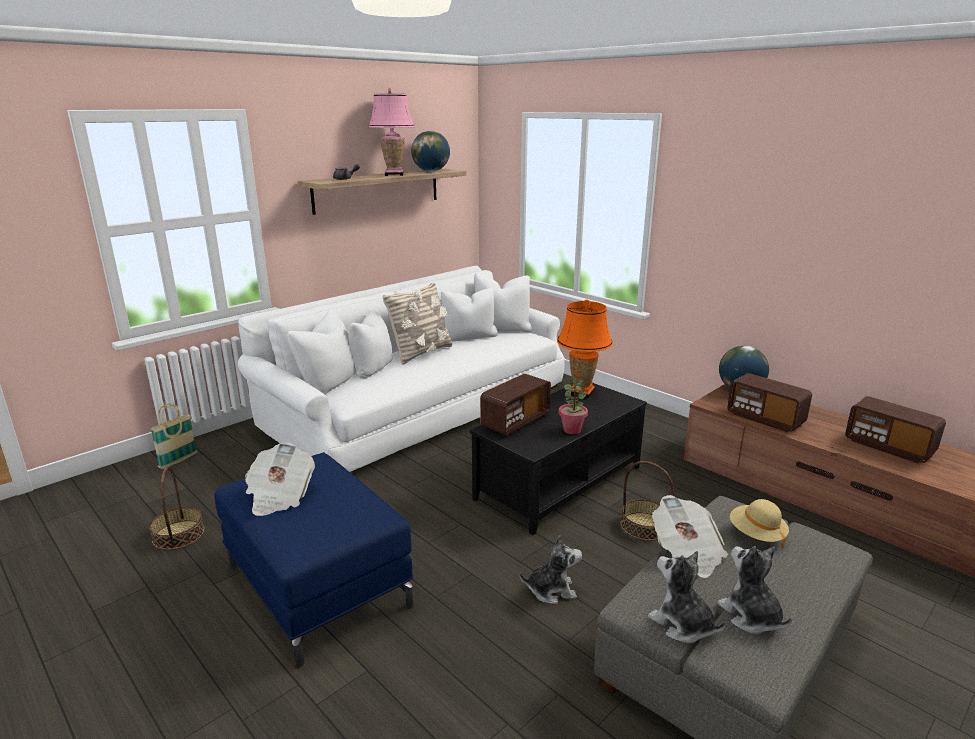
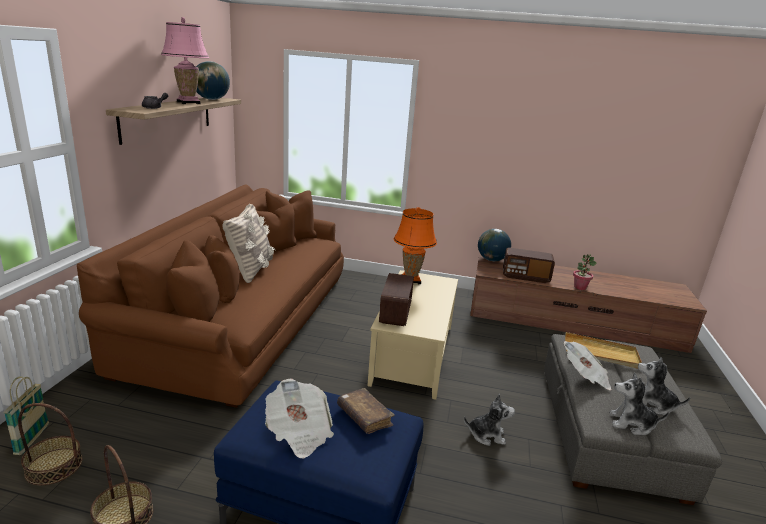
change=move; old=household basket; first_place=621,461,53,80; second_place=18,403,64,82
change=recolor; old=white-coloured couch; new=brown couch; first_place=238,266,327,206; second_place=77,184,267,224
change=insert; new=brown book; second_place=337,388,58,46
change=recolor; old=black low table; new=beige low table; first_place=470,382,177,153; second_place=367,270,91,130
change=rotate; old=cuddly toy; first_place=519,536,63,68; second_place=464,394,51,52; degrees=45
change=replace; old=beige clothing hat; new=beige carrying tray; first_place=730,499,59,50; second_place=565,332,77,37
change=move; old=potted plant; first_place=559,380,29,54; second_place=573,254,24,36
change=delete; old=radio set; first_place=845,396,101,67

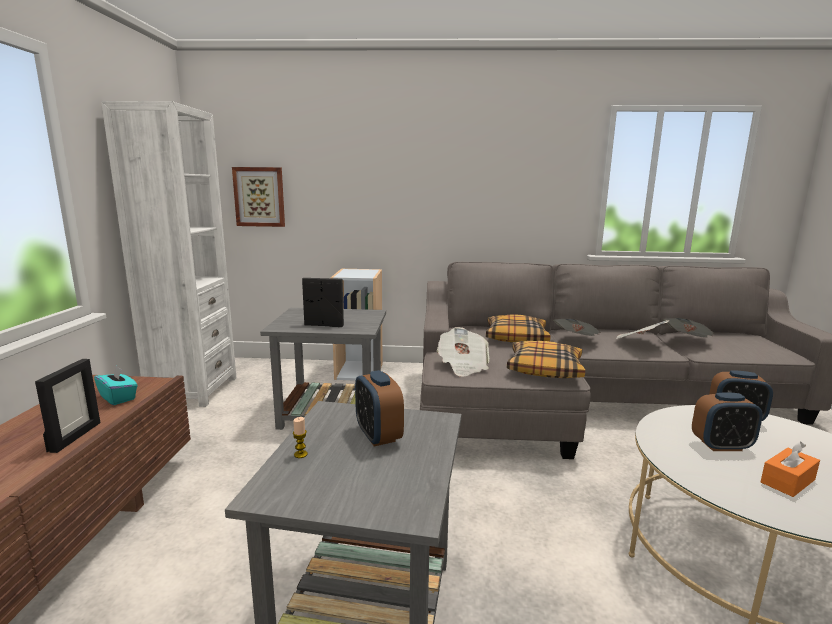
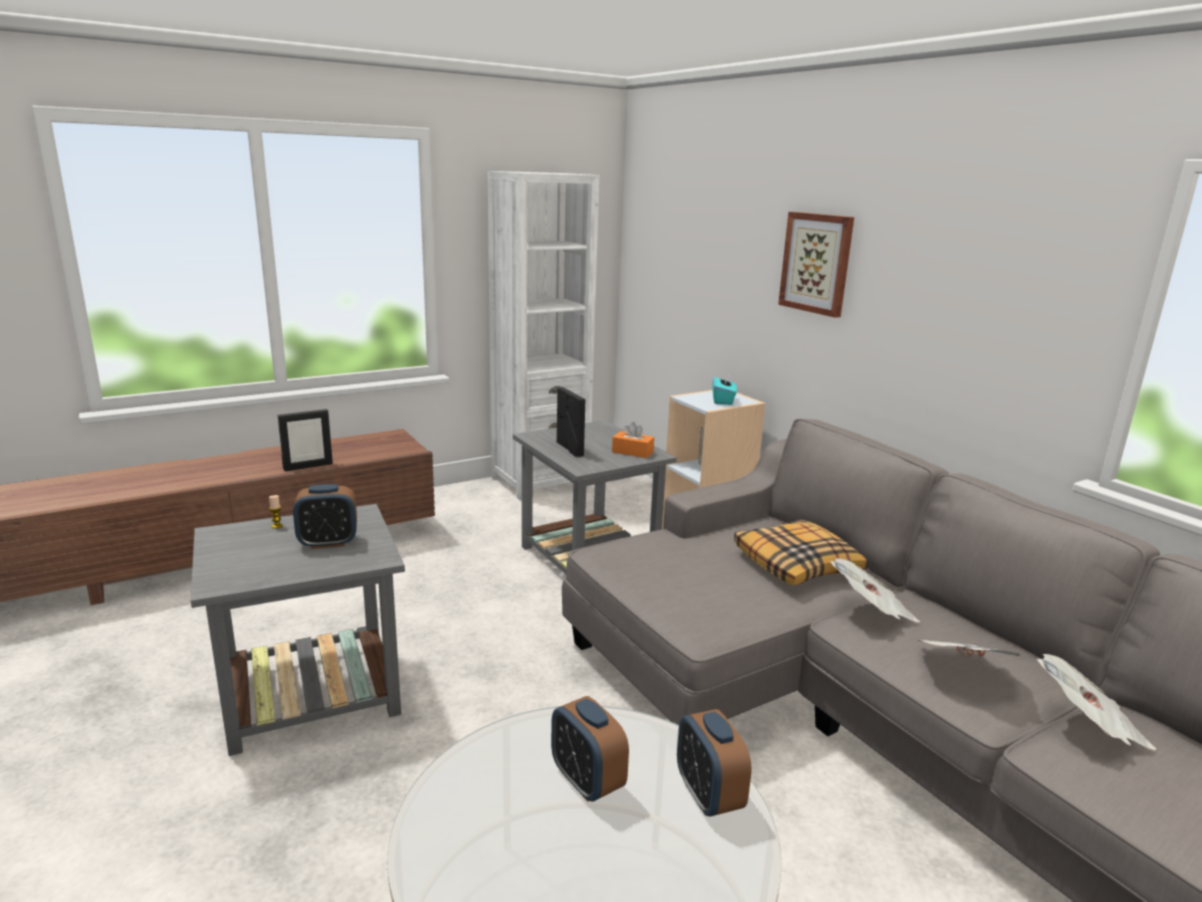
change=rotate; old=table clock; first_place=355,370,49,76; second_place=293,484,64,65; degrees=-135
change=move; old=orangey tissue holder; first_place=761,442,59,55; second_place=612,422,42,36
change=move; old=blue-green tissue holder; first_place=94,365,44,40; second_place=712,372,25,33
change=move; old=wall picture; first_place=232,167,53,60; second_place=778,212,76,106
change=delete; old=daily paper; first_place=437,327,52,50
change=delete; old=throw pillow; first_place=507,341,78,37

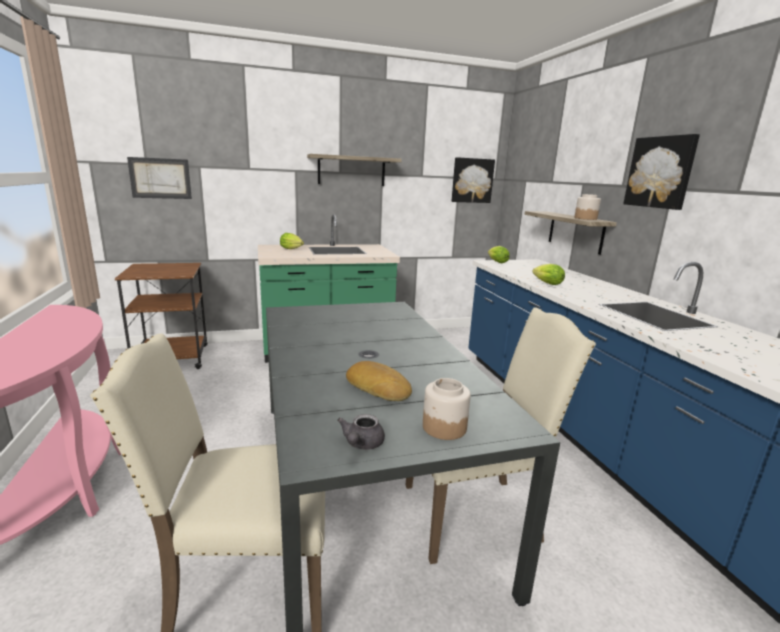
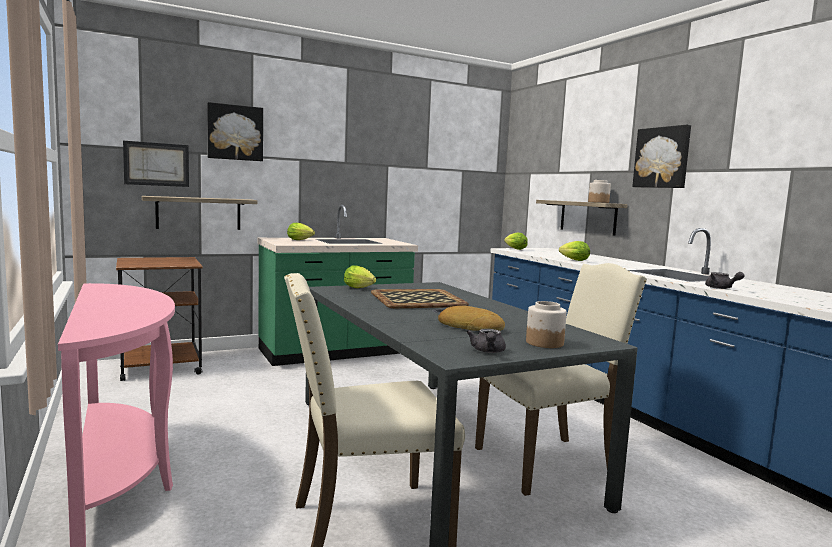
change=move; old=wall shelf; first_place=307,154,95,32; second_place=142,196,115,34
change=move; old=wall picture; first_place=452,157,43,46; second_place=207,102,56,59
change=insert; new=lettuce; second_place=344,265,32,23
change=insert; new=carrying tray; second_place=371,289,98,19
change=insert; new=grey tea pot; second_place=705,272,40,17

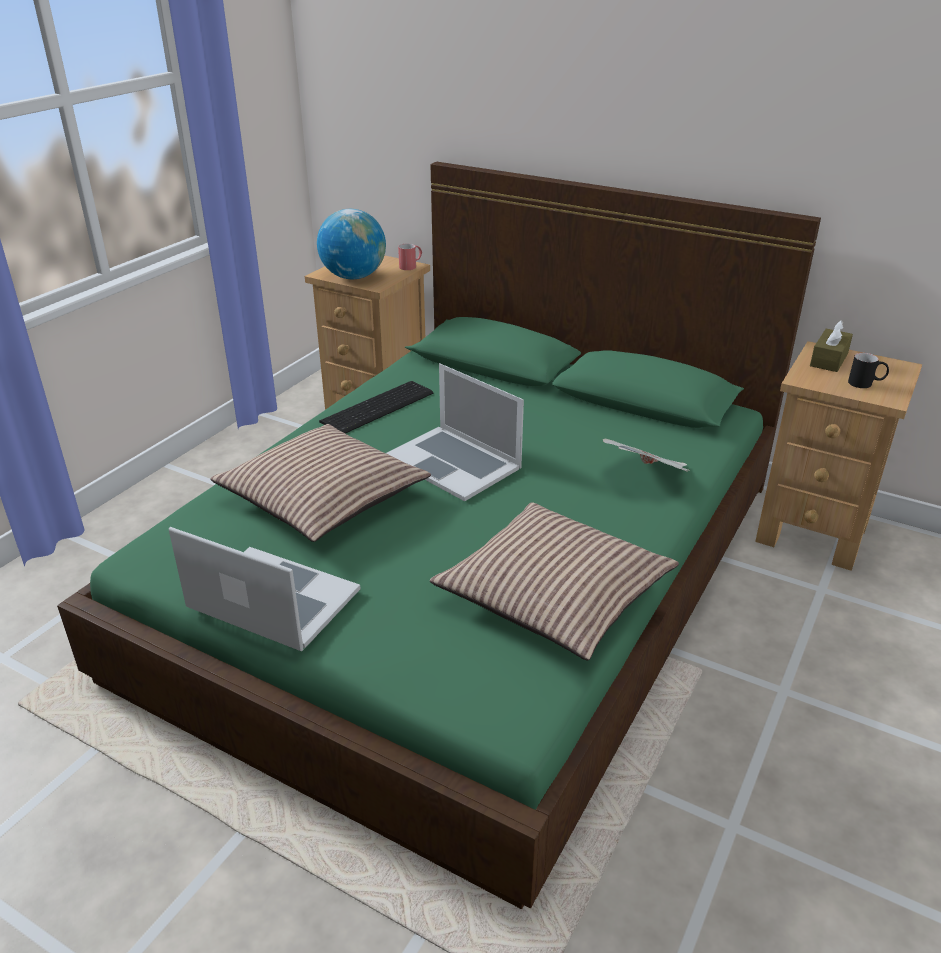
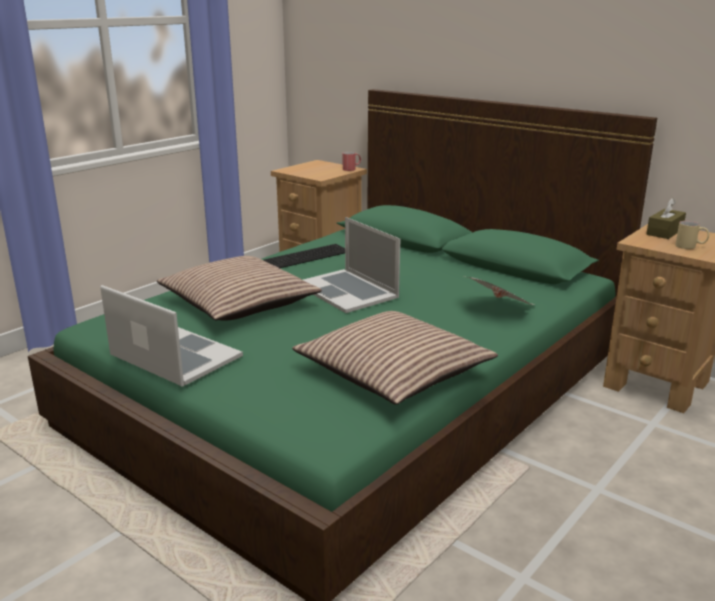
change=recolor; old=black tea mug; new=beige tea mug; first_place=848,353,41,35; second_place=675,221,34,28
change=delete; old=globe; first_place=317,209,69,70

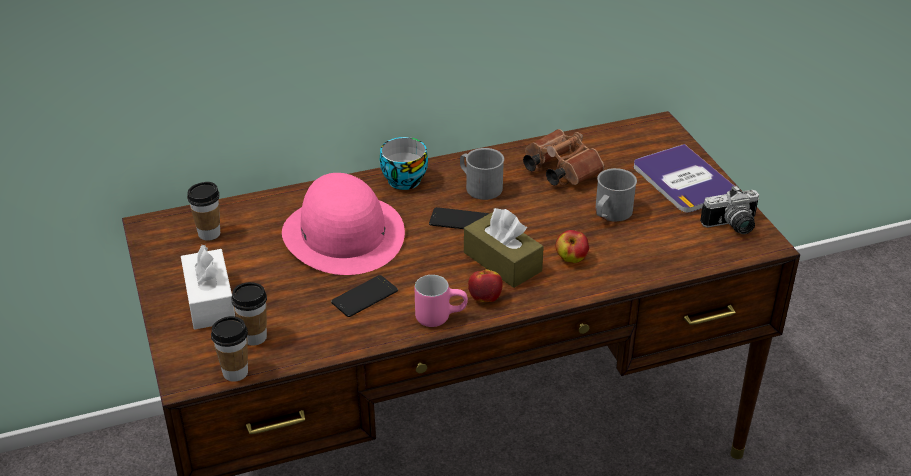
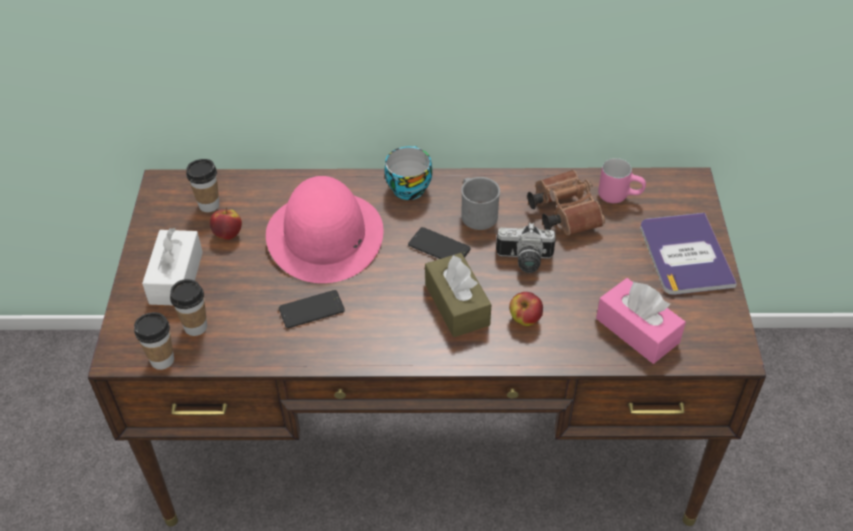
change=move; old=apple; first_place=468,267,34,35; second_place=210,208,32,32
change=move; old=still camera; first_place=700,185,59,49; second_place=496,222,60,51
change=insert; new=pinkish tissue holder; second_place=596,278,90,86
change=move; old=pinkish tea mug; first_place=415,275,53,52; second_place=598,158,48,45
change=delete; old=grey tea mug; first_place=595,168,42,54

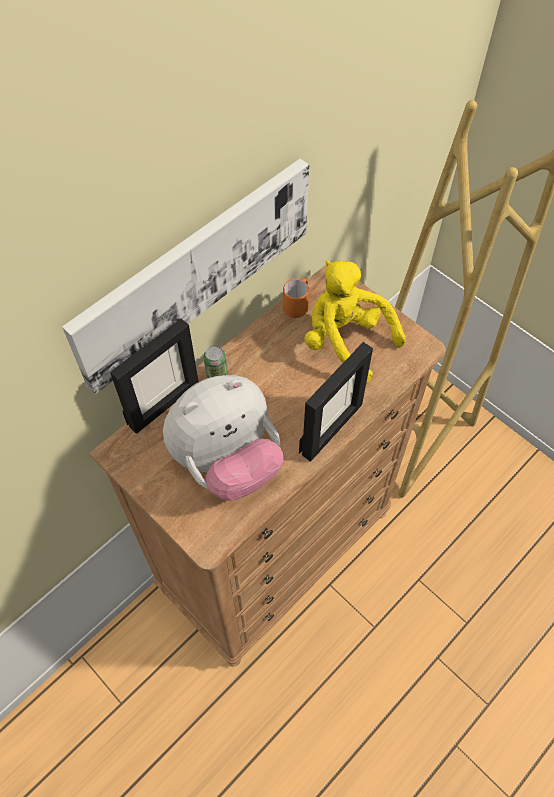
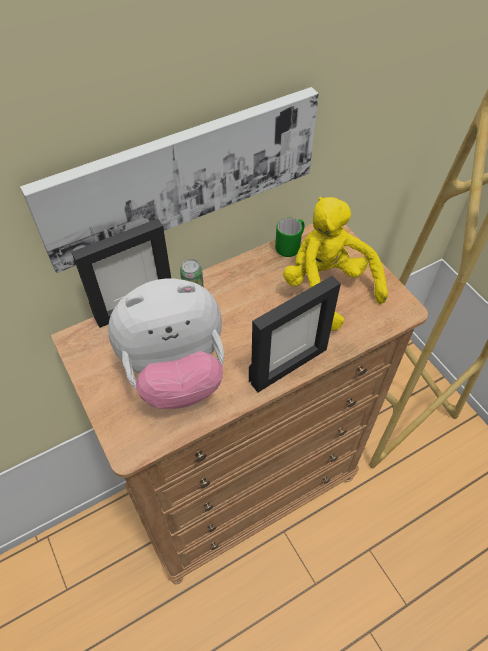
change=recolor; old=orangey tea mug; new=green tea mug; first_place=283,278,26,40; second_place=275,218,30,39

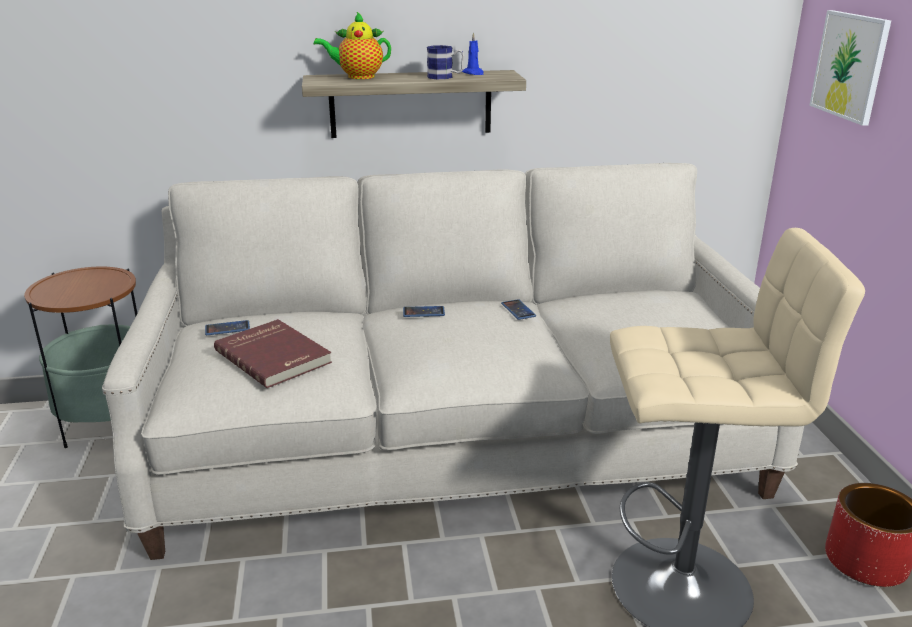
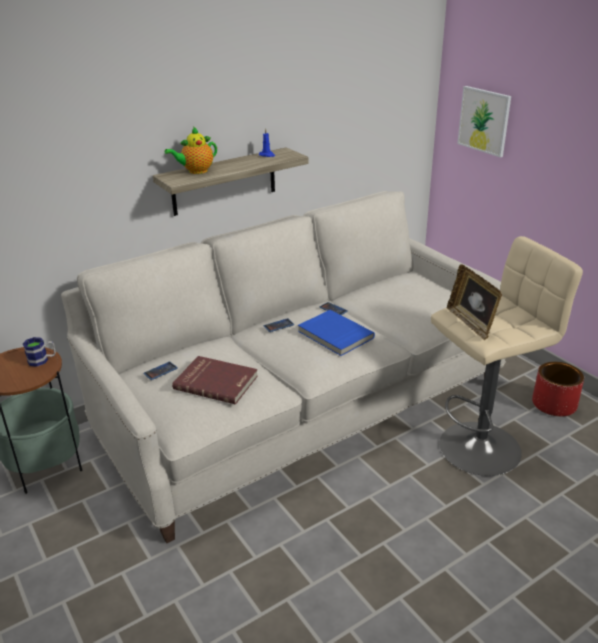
change=move; old=tea mug; first_place=427,45,37,34; second_place=23,337,33,30
change=insert; new=bluish book; second_place=298,310,77,46
change=insert; new=photo frame; second_place=447,264,55,76

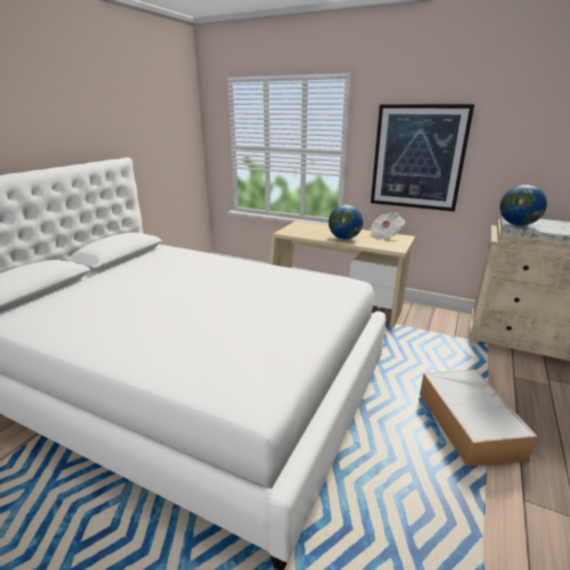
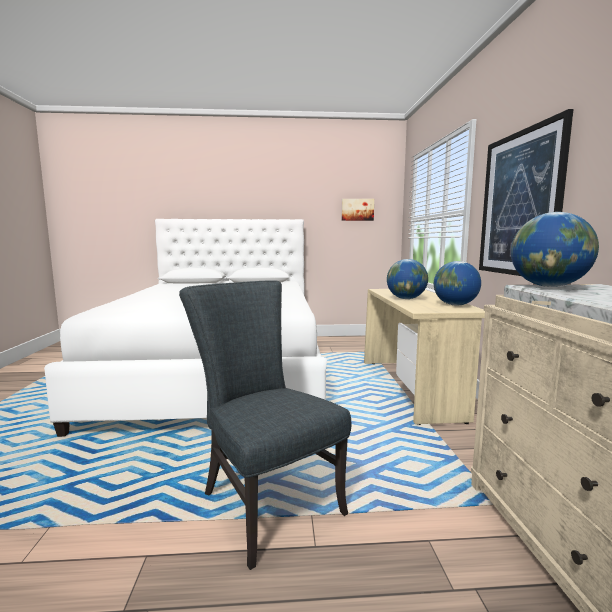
change=replace; old=storage bin; new=grey upright chair; first_place=420,369,118,98; second_place=179,280,172,290
change=insert; new=wall picture; second_place=342,199,32,22
change=replace; old=daily paper; new=globe; first_place=369,212,36,27; second_place=434,261,47,45

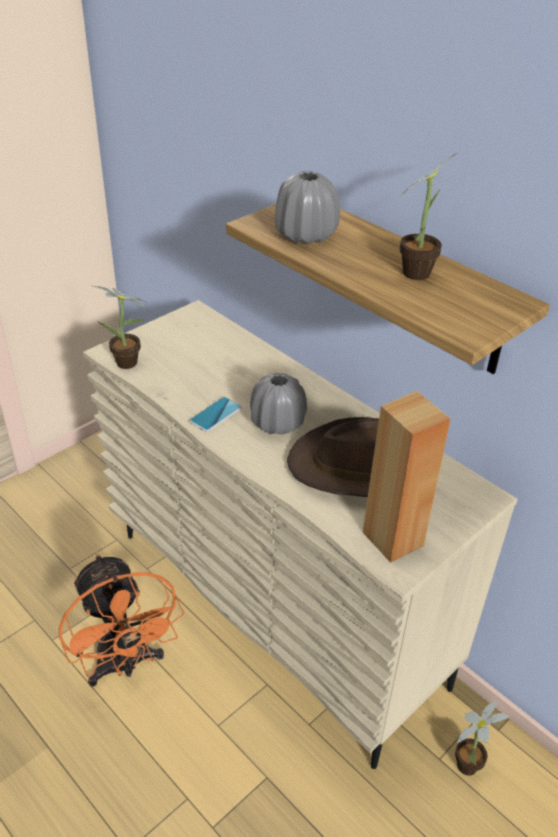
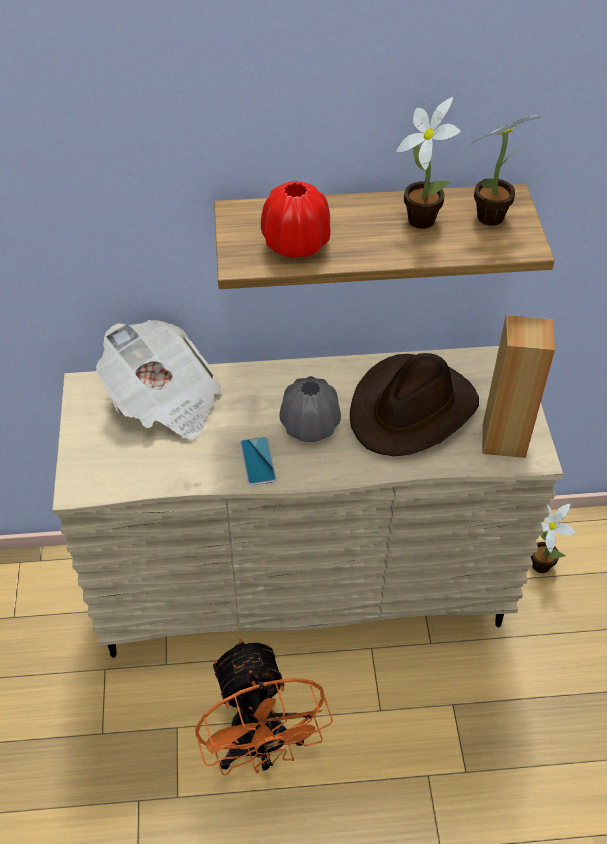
change=insert; new=daily paper; second_place=96,320,125,120
change=rotate; old=orangey cooling fan; first_place=59,554,125,133; second_place=195,638,138,138; degrees=60
change=recolor; old=grey flower vase; new=reddish flower vase; first_place=275,171,65,73; second_place=261,181,69,77
change=move; old=potted plant; first_place=93,286,55,83; second_place=468,115,74,111

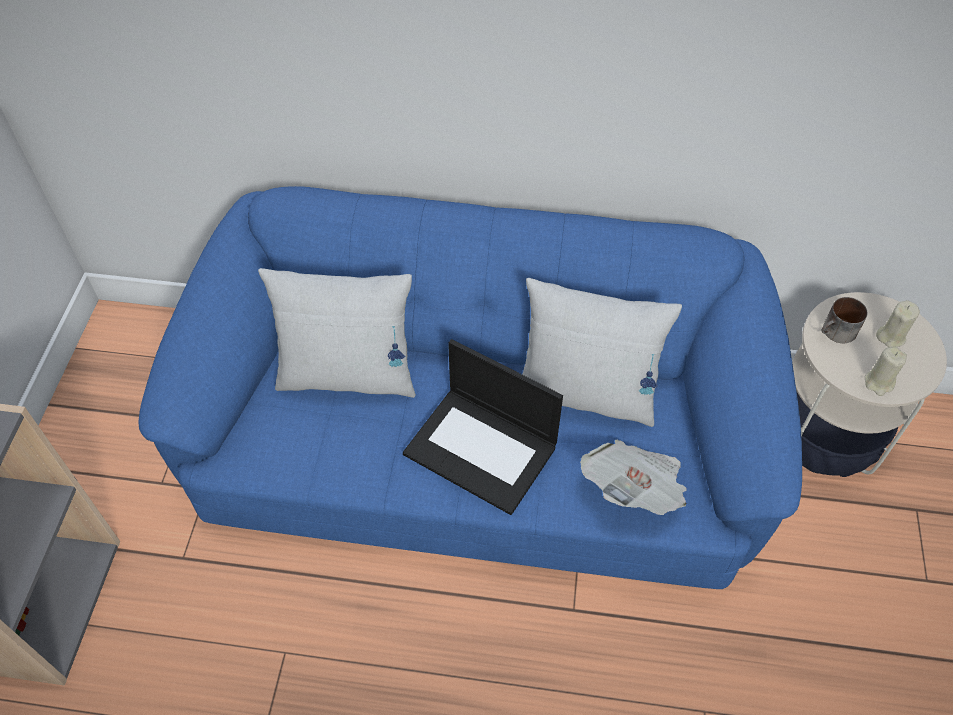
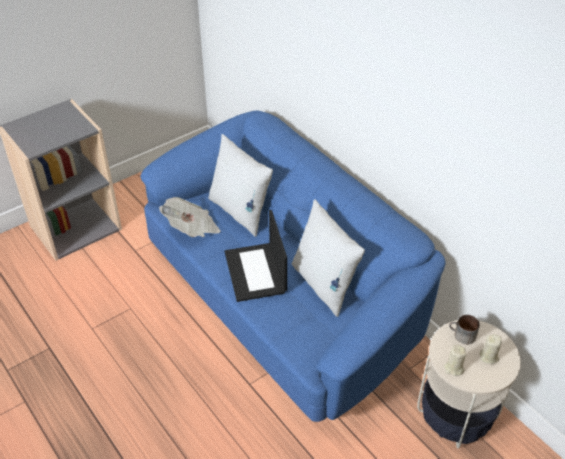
change=move; old=daily paper; first_place=580,439,107,76; second_place=159,197,61,41

